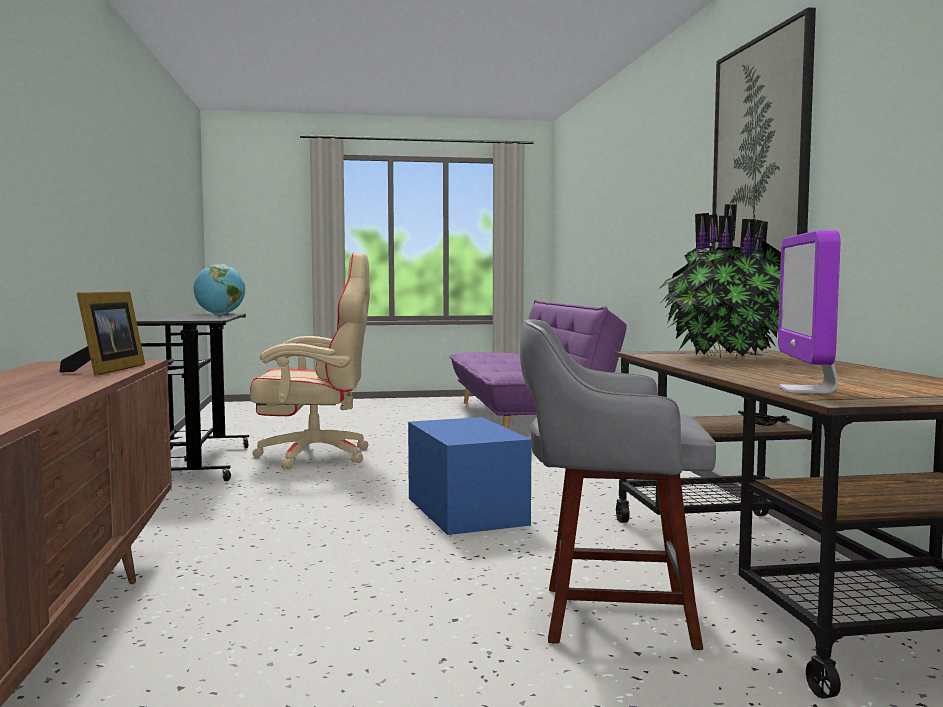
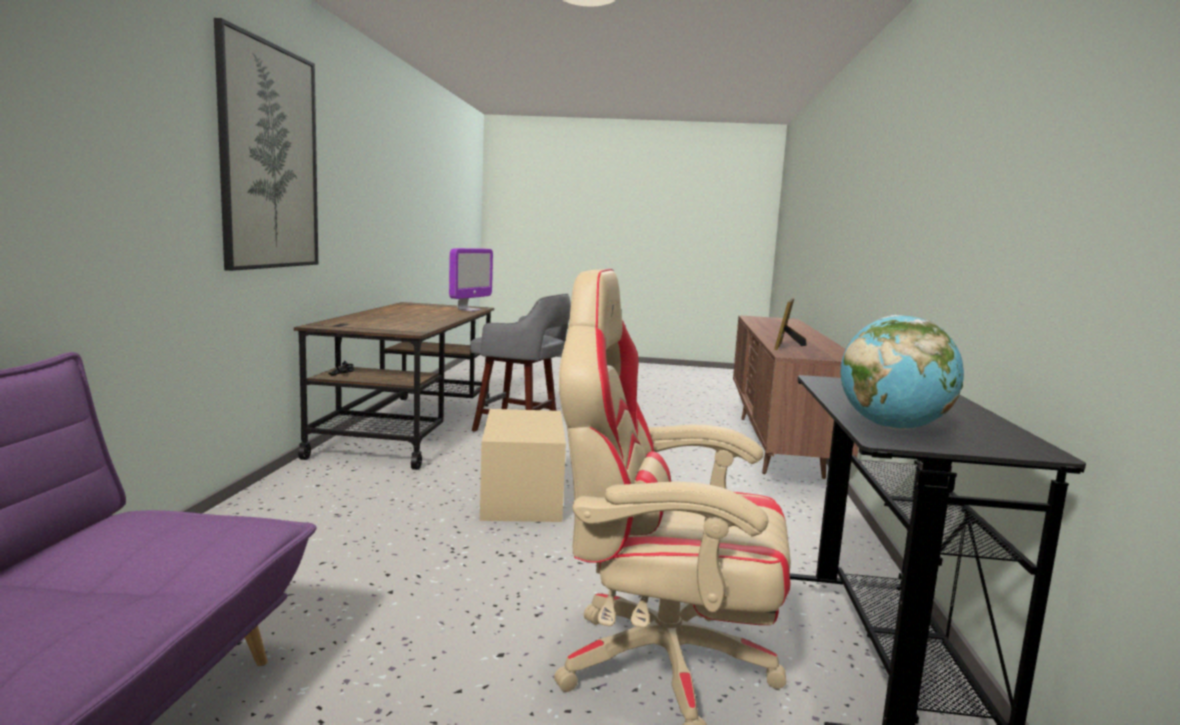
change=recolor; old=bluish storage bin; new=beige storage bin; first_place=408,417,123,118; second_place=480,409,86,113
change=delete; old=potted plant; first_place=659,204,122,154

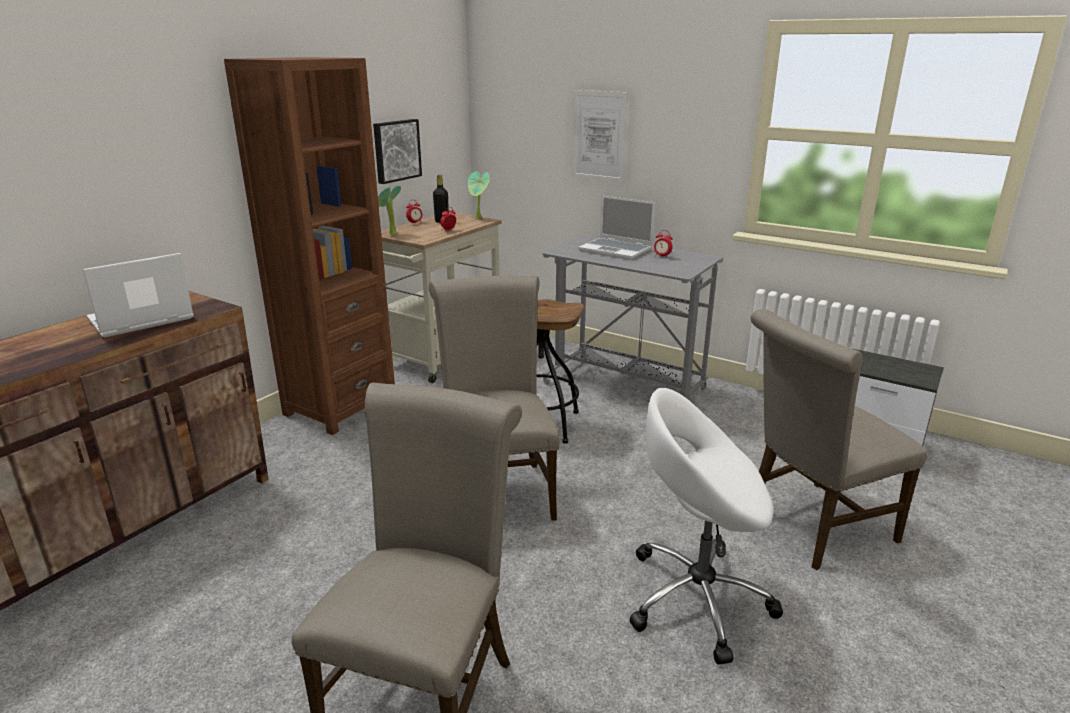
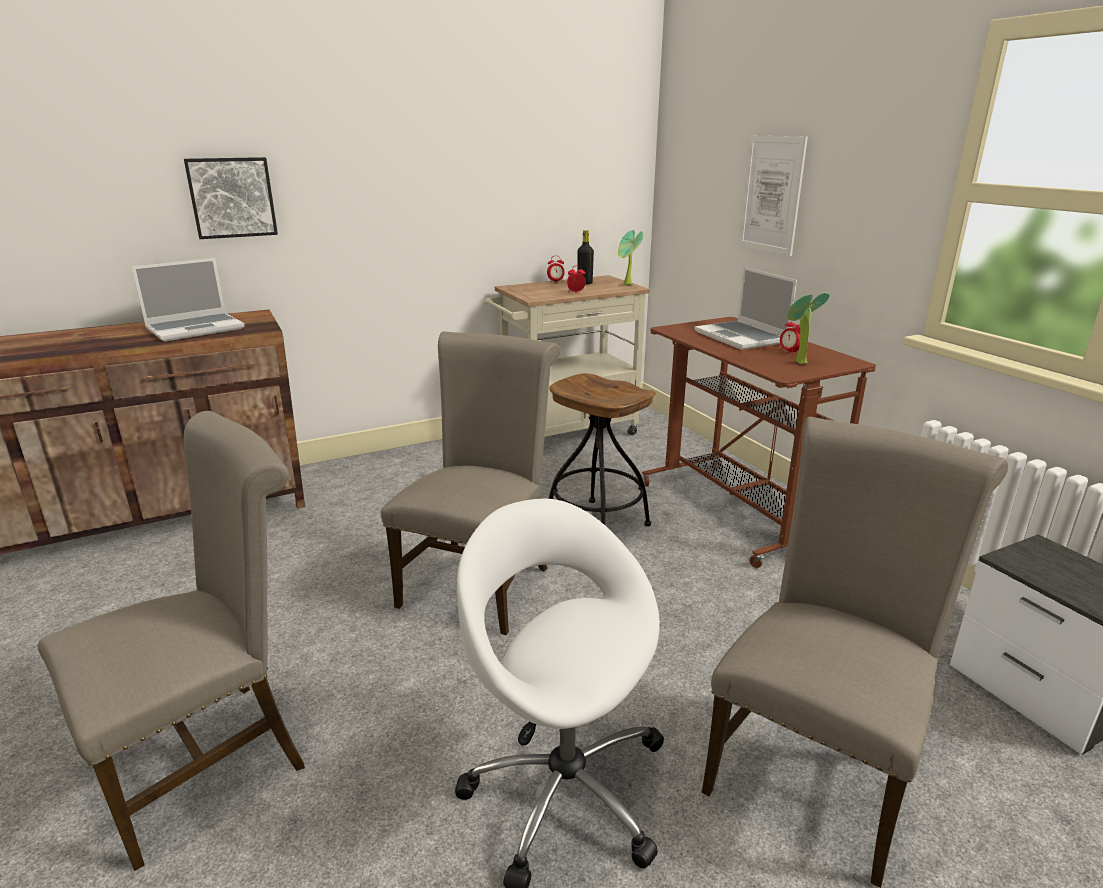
change=rotate; old=notebook computer; first_place=83,253,111,85; second_place=132,258,113,83; degrees=150
change=move; old=wall picture; first_place=373,119,49,65; second_place=184,157,94,82
change=recolor; old=grey desk unit; new=brown desk unit; first_place=542,235,181,164; second_place=642,317,234,251
change=rotate; old=beige upright chair; first_place=751,309,177,261; second_place=702,417,306,471; degrees=120
change=move; old=potted plant; first_place=378,185,23,50; second_place=787,293,42,71
change=delete; old=brown bookshelf; first_place=224,57,171,378

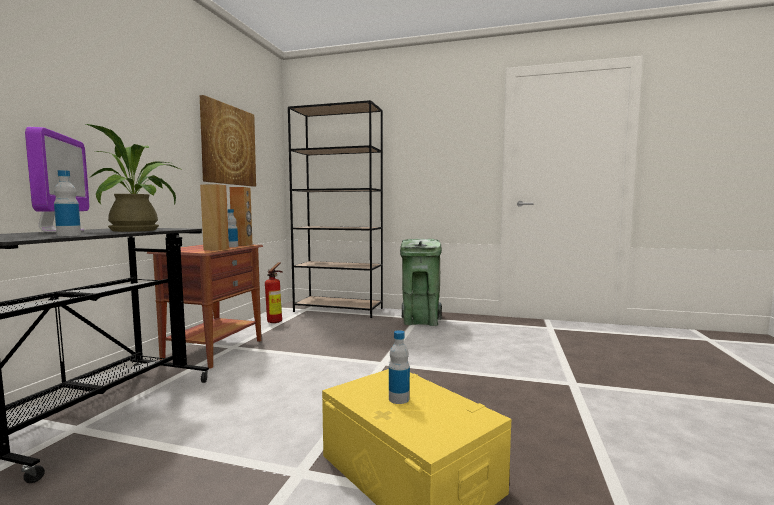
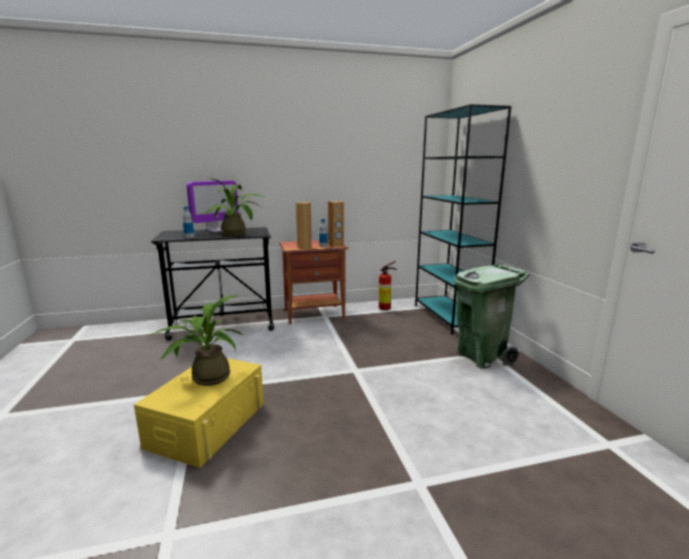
change=replace; old=drink bottle; new=potted plant; first_place=389,330,21,74; second_place=149,295,94,91
change=recolor; old=beige bookshelf; new=blue-green bookshelf; first_place=288,100,95,218; second_place=415,104,97,231
change=delete; old=wall picture; first_place=200,95,56,92

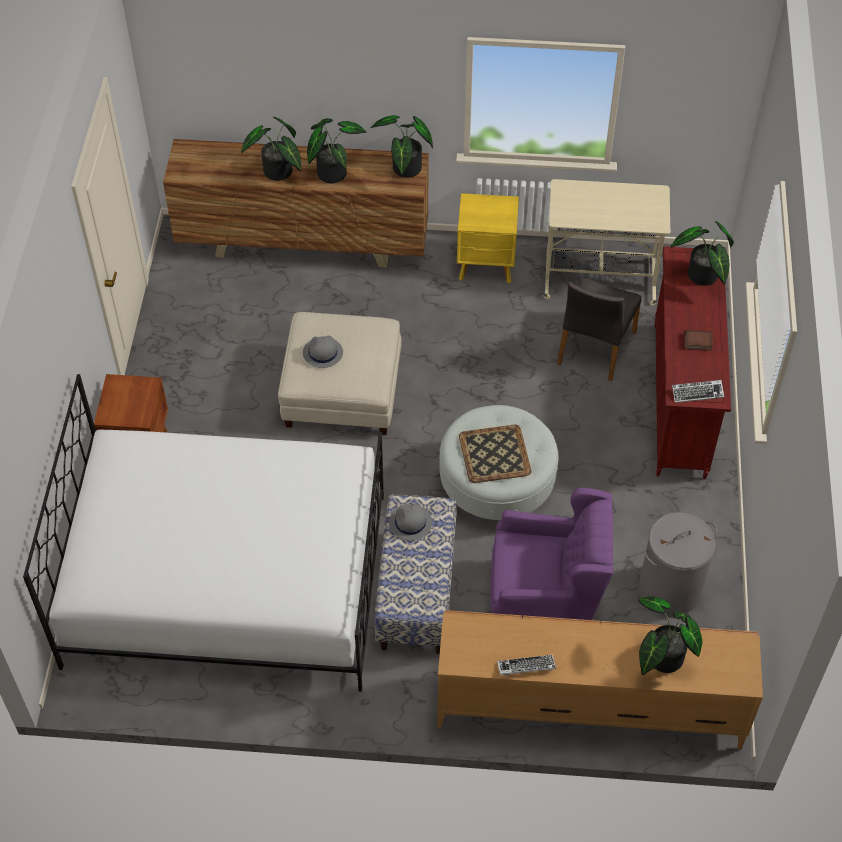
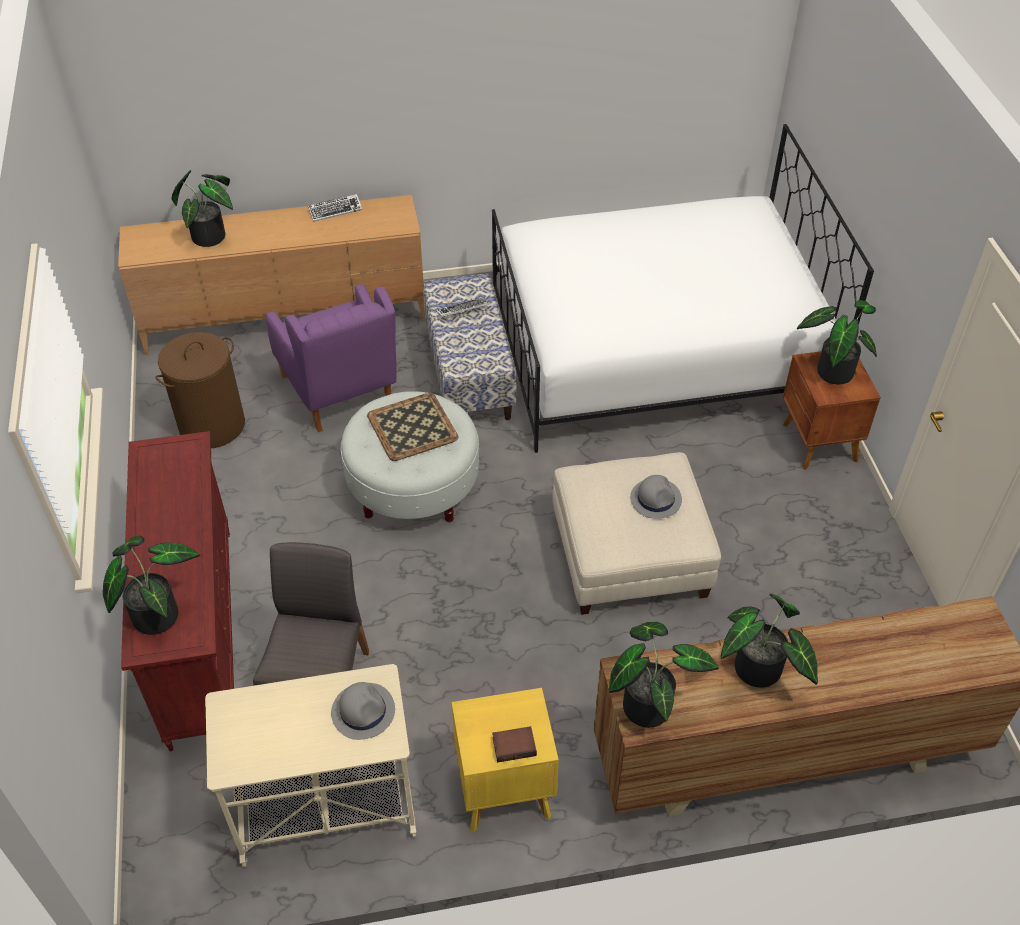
change=recolor; old=grey laundry basket; new=brown laundry basket; first_place=639,512,78,104; second_place=156,332,89,116
change=rotate; old=purple-coloured armchair; first_place=490,488,123,132; second_place=266,284,131,148; degrees=-105
change=move; old=grey clothing hat; first_place=389,503,43,38; second_place=331,682,64,58
change=move; old=PC keyboard; first_place=672,380,52,23; second_place=436,297,55,21
change=move; old=book; first_place=684,330,29,21; second_place=492,726,45,36
change=move; old=potted plant; first_place=241,117,61,64; second_place=797,300,80,84

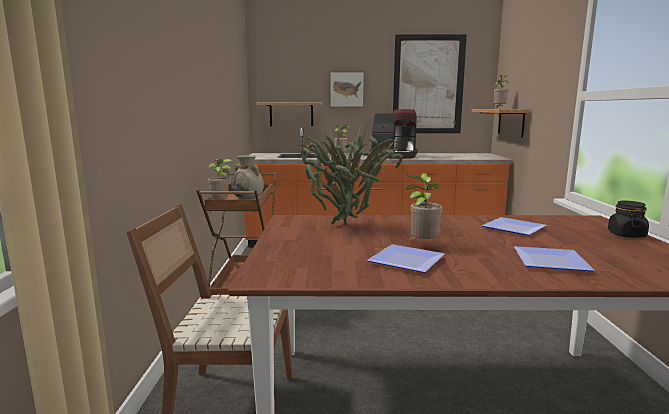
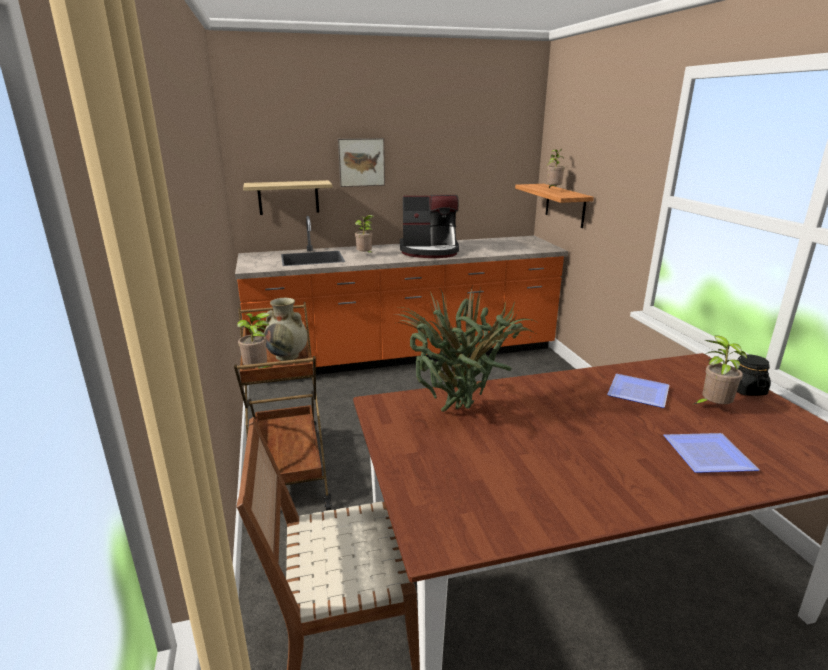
change=move; old=potted plant; first_place=407,173,36,67; second_place=694,335,53,69
change=delete; old=flat dish; first_place=367,244,78,29
change=delete; old=wall picture; first_place=393,34,74,99

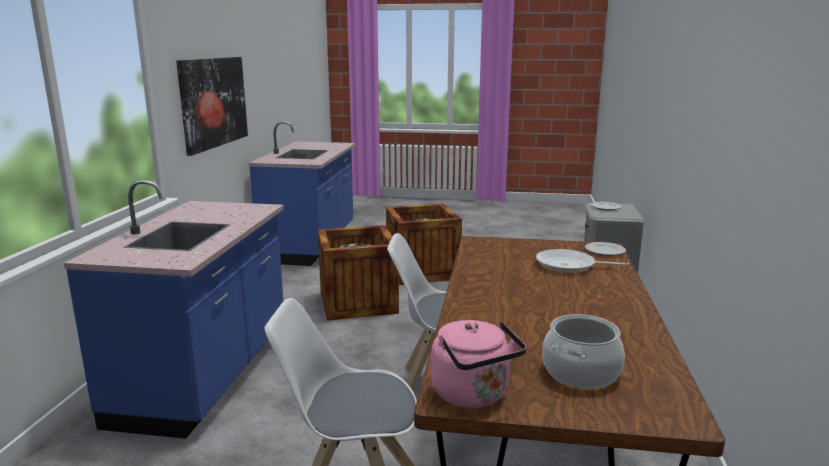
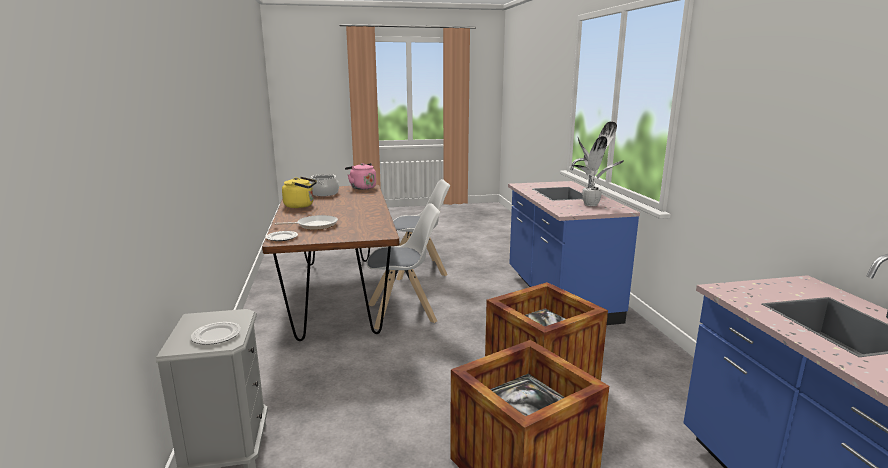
change=insert; new=yellowish water kettle; second_place=282,177,35,31
change=insert; new=potted plant; second_place=572,121,52,85
change=delete; old=wall picture; first_place=176,57,72,99

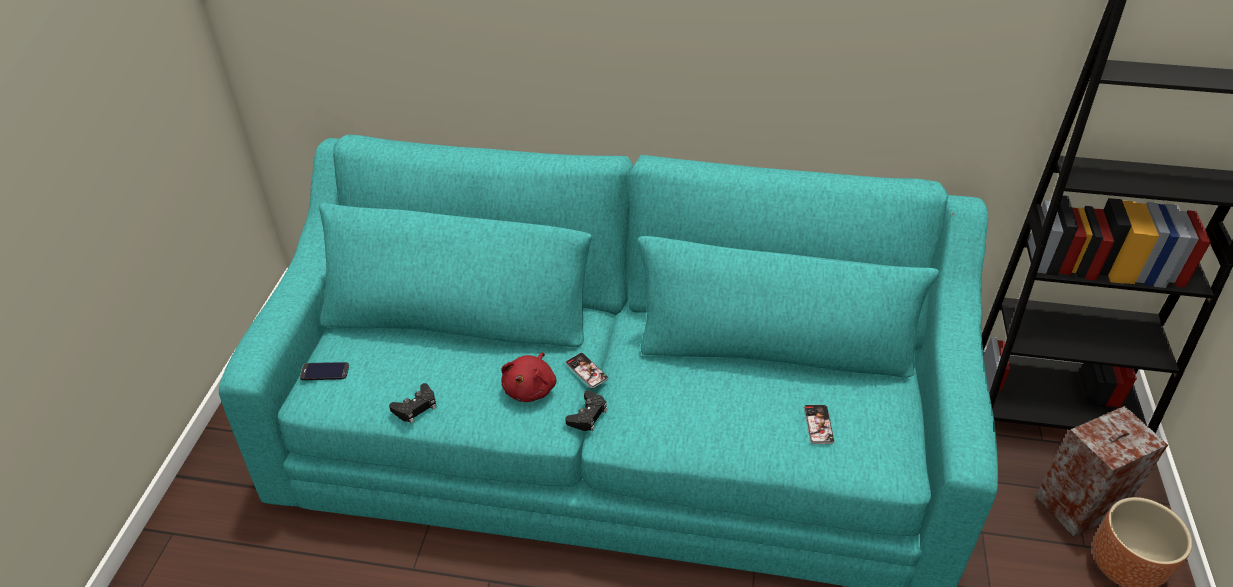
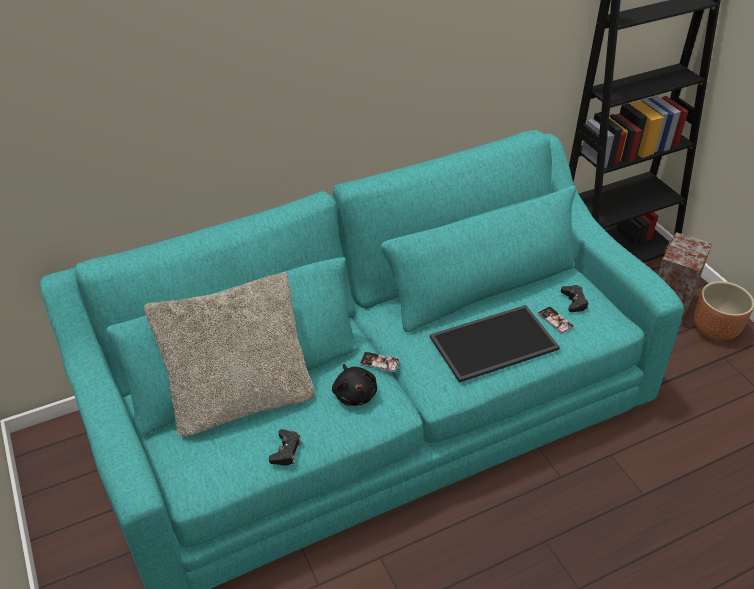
change=insert; new=beige throw pillow; second_place=144,272,171,165
change=recolor; old=reddish cuddly toy; new=black cuddly toy; first_place=501,352,55,50; second_place=332,364,45,42
change=insert; new=carrying tray; second_place=430,305,130,78
change=move; old=black game controller; first_place=565,390,42,41; second_place=561,285,27,27
change=delete; old=telephone; first_place=300,362,49,18

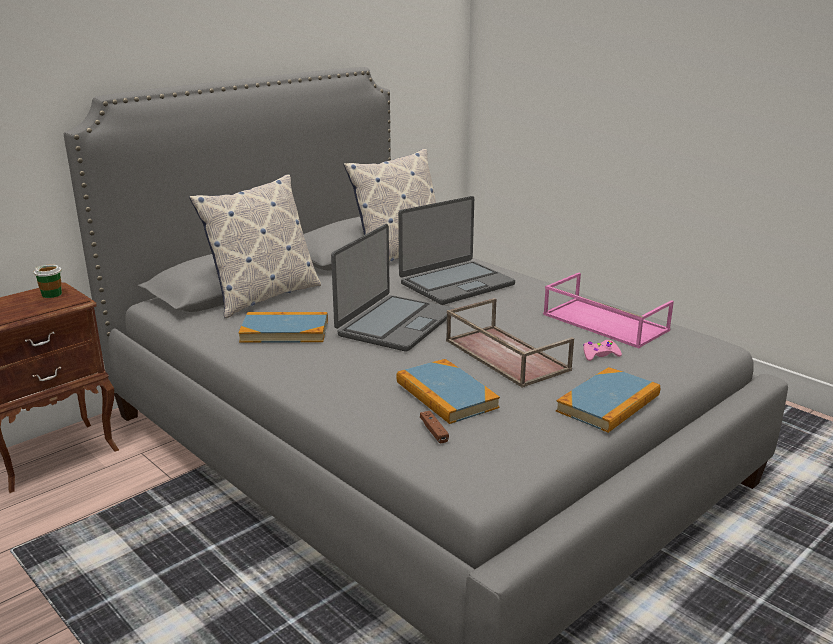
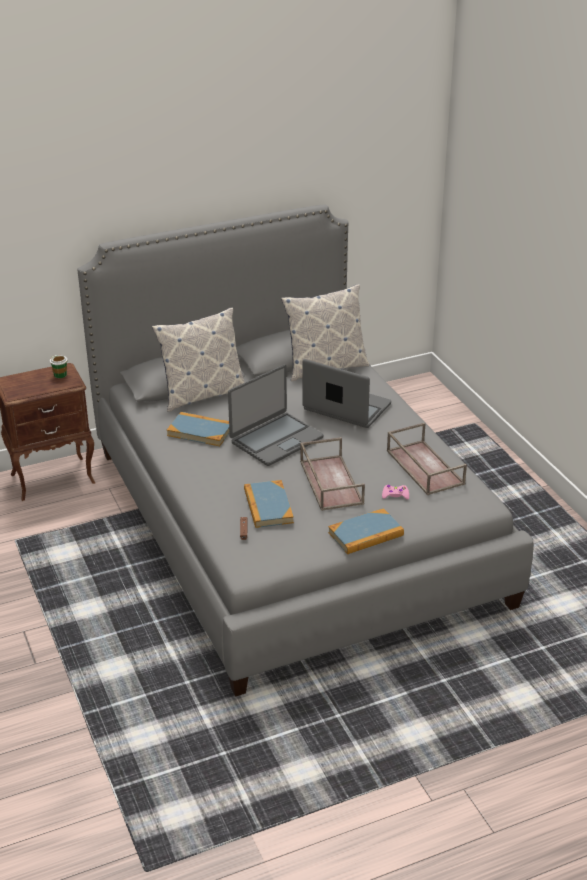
change=rotate; old=notebook computer; first_place=398,196,117,109; second_place=302,359,89,69; degrees=-135
change=recolor; old=pinkish carrying tray; new=brown carrying tray; first_place=543,273,131,75; second_place=387,423,80,72

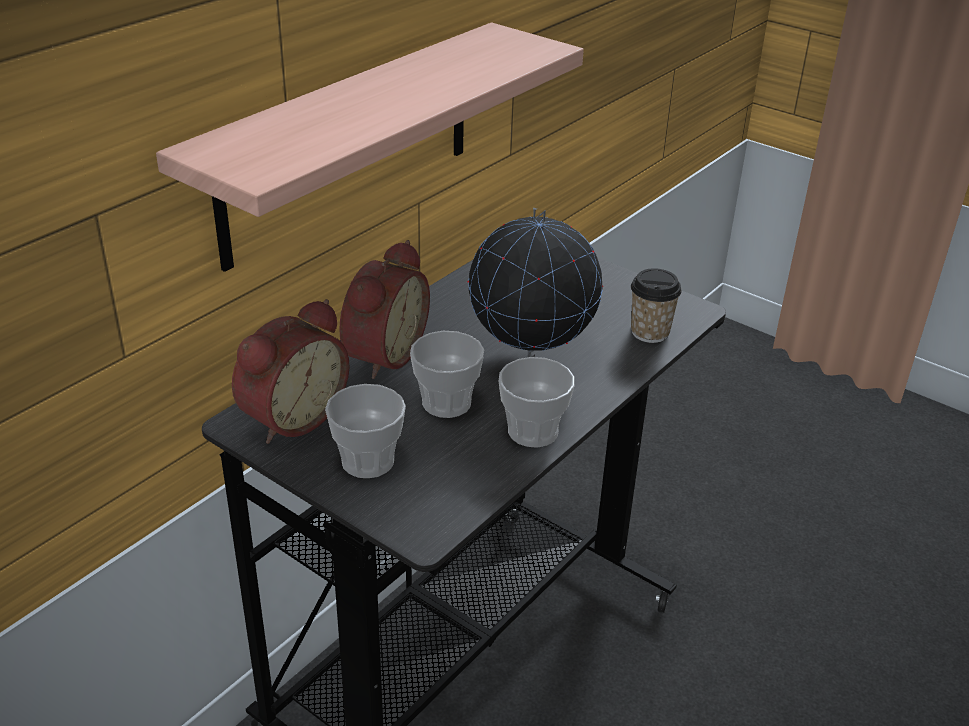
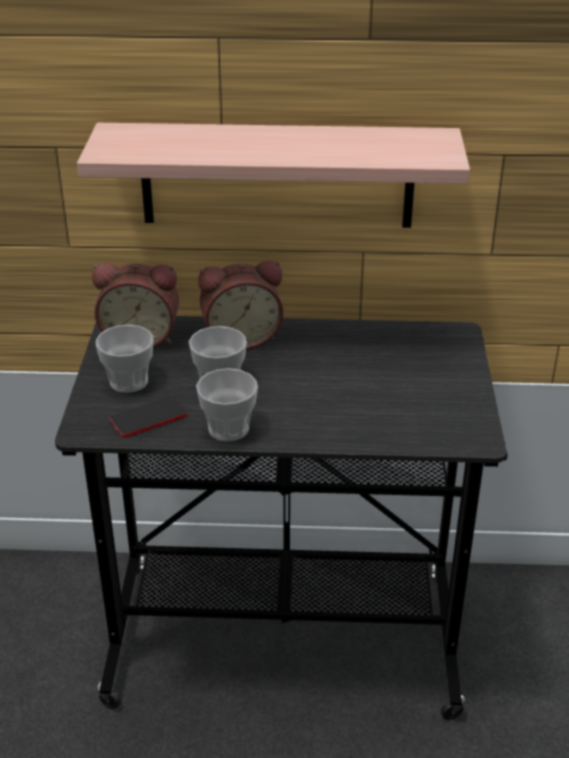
change=insert; new=telephone; second_place=110,396,78,42
change=delete; old=globe; first_place=468,208,135,149
change=delete; old=drinking cup; first_place=631,268,51,75

